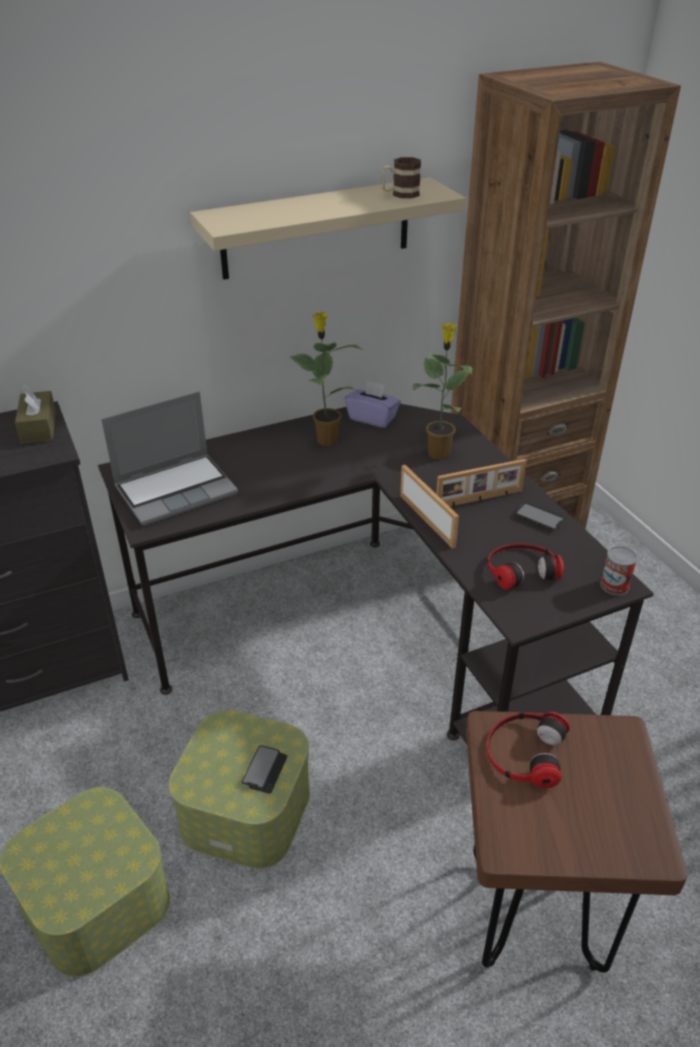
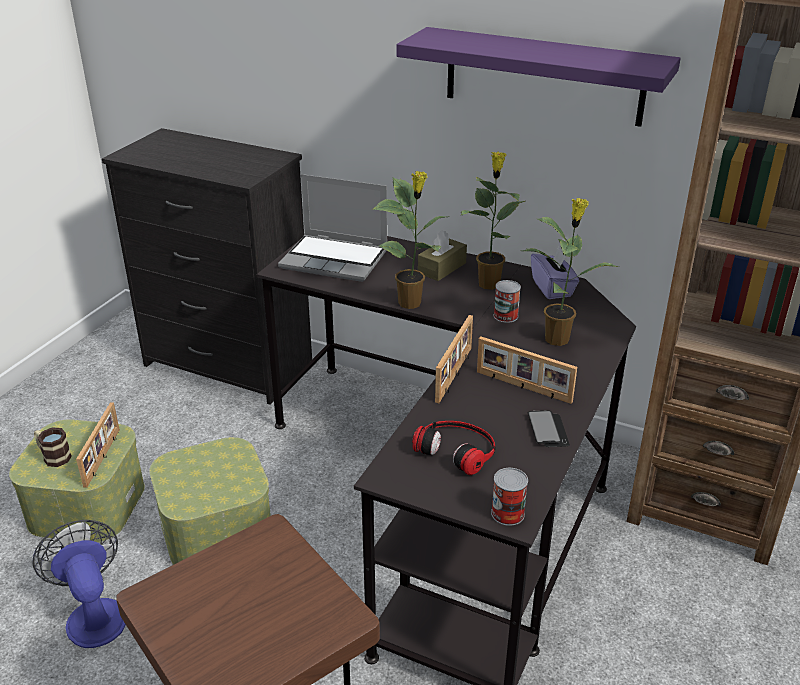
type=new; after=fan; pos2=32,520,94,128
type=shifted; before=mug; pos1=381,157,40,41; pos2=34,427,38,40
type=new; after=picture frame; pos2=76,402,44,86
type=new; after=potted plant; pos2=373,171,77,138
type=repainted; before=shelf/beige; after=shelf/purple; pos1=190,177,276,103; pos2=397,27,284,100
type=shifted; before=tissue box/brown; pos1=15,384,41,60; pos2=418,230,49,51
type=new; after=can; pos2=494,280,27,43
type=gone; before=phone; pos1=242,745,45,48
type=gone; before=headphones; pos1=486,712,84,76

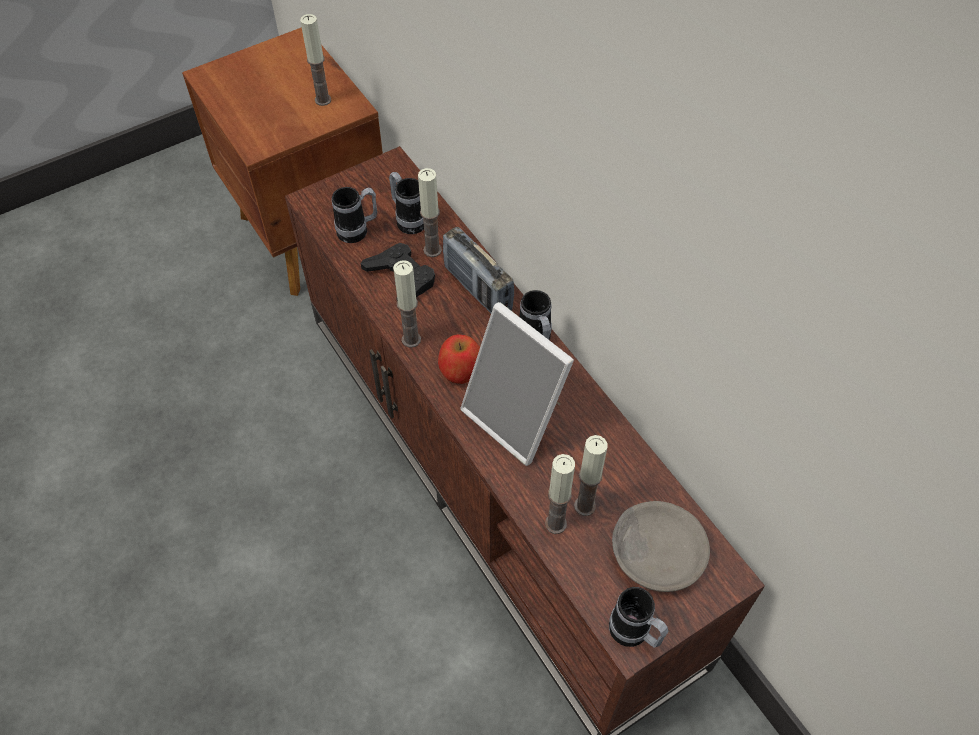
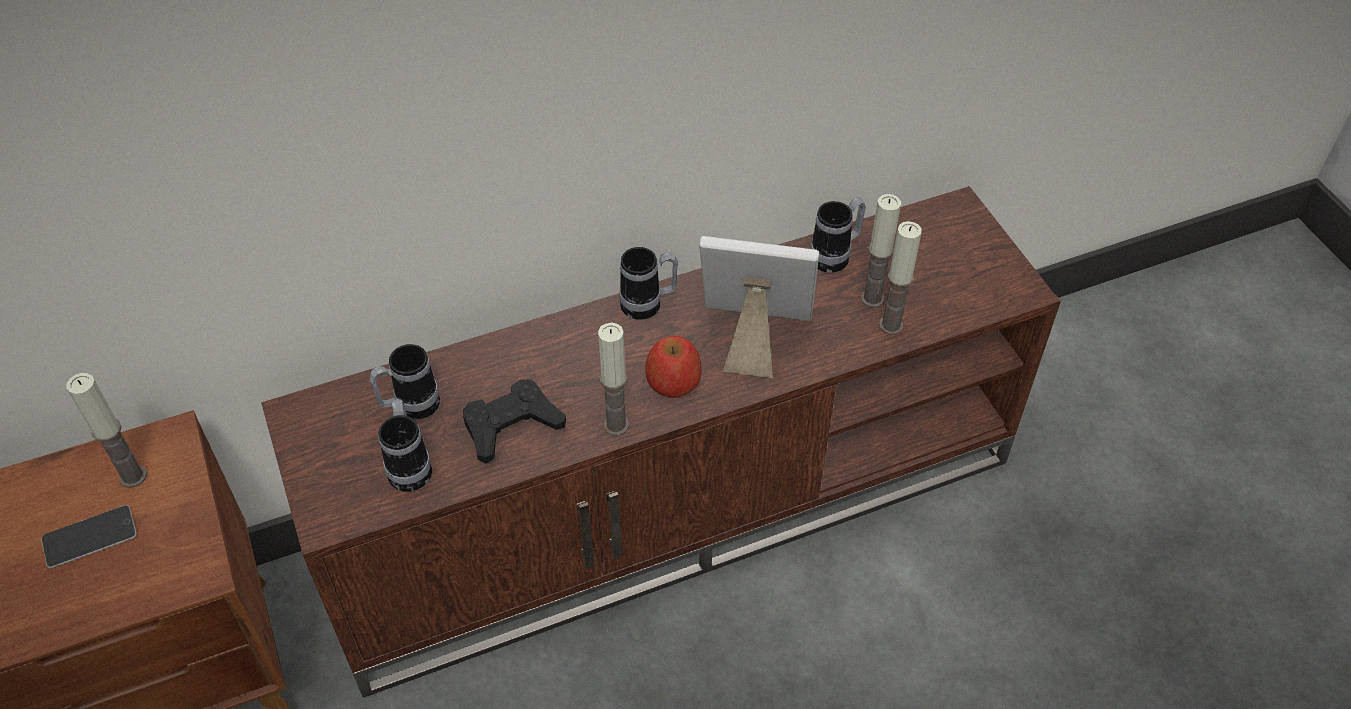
type=new; after=phone; pos2=41,505,96,63
type=rotated; before=picture frame; pos1=460,302,114,164; pos2=699,236,120,142; turn=-135
type=shifted; before=mug; pos1=609,587,60,61; pos2=810,197,56,76
type=gone; before=candle; pos1=418,168,24,89
type=gone; before=radio; pos1=443,227,71,87
type=gone; before=bowl/grey; pos1=612,501,98,91

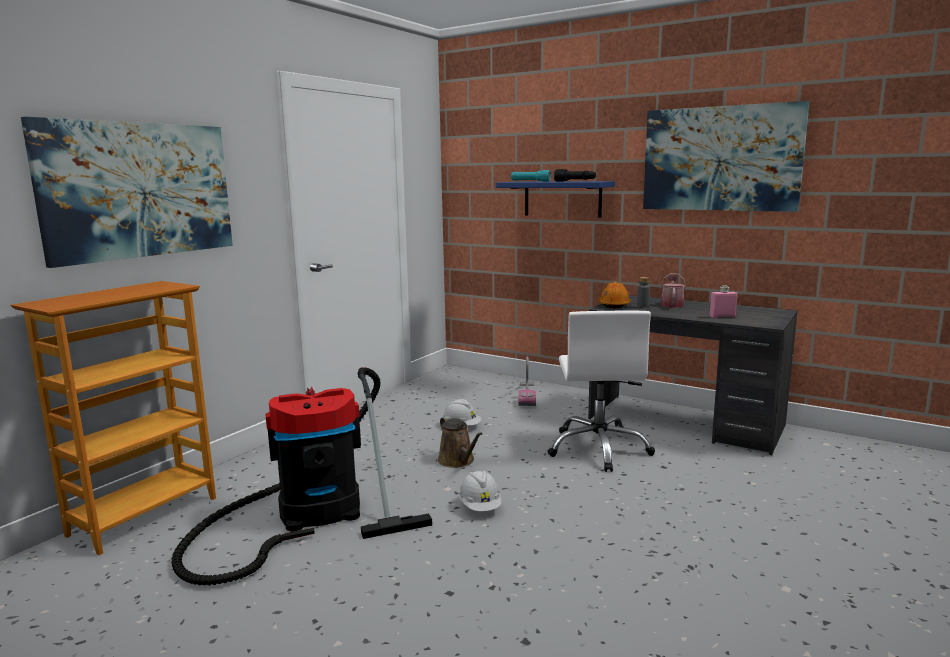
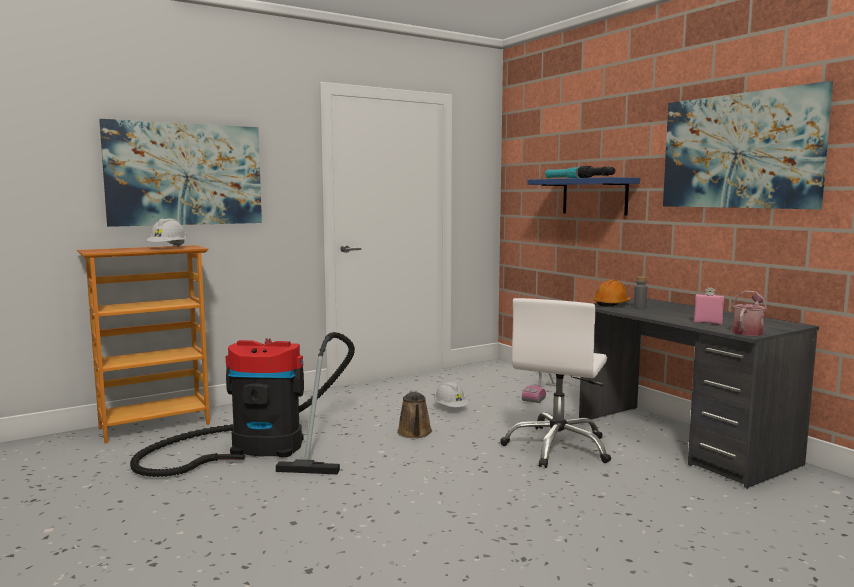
type=shifted; before=hard hat/white; pos1=459,470,42,41; pos2=146,219,41,28
type=shifted; before=watering can; pos1=661,273,25,35; pos2=732,290,35,46

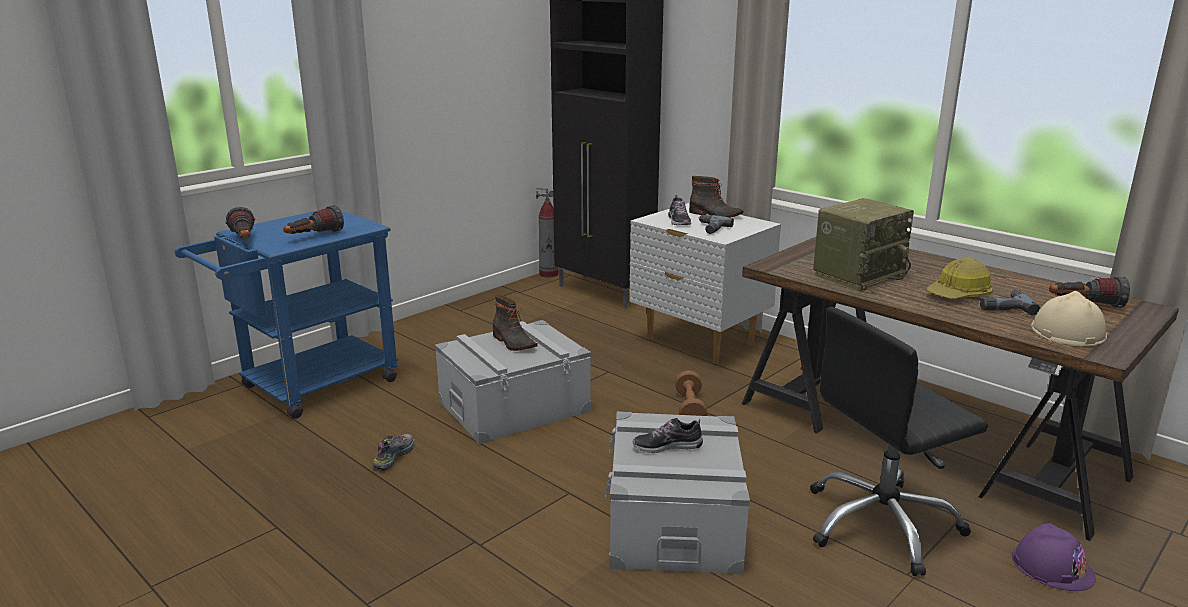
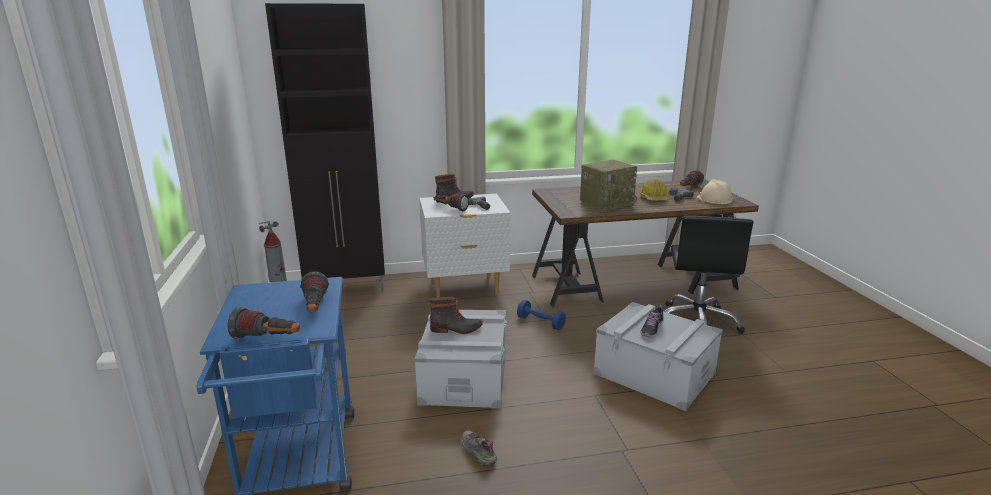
type=swapped; before=shoe; after=flashlight; pos1=668,195,23,30; pos2=434,194,35,17
type=repainted; before=dumbbell/brown; after=dumbbell/blue; pos1=675,370,32,46; pos2=517,300,49,30
type=rotated; before=radio; pos1=813,198,101,93; pos2=580,160,57,52; turn=60
type=gone; before=hard hat/purple; pos1=1012,523,84,68

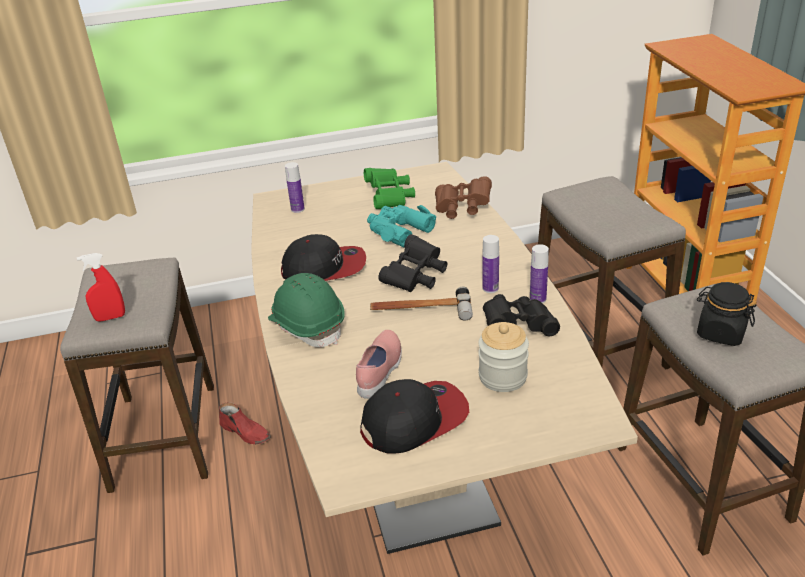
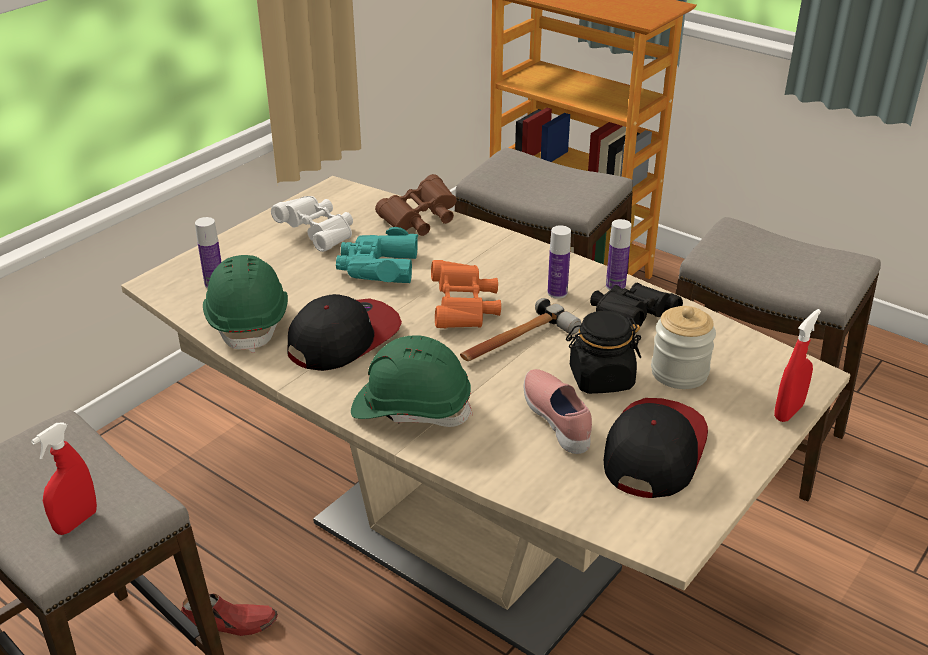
type=new; after=hard hat/green; pos2=203,255,85,98
type=repainted; before=binoculars/green; after=binoculars/white; pos1=364,168,51,41; pos2=271,196,82,56
type=repainted; before=binoculars/black; after=binoculars/orange; pos1=378,234,69,58; pos2=431,260,70,68
type=shifted; before=jar/black; pos1=697,282,60,64; pos2=566,311,75,83
type=new; after=spray bottle/red; pos2=774,309,47,113

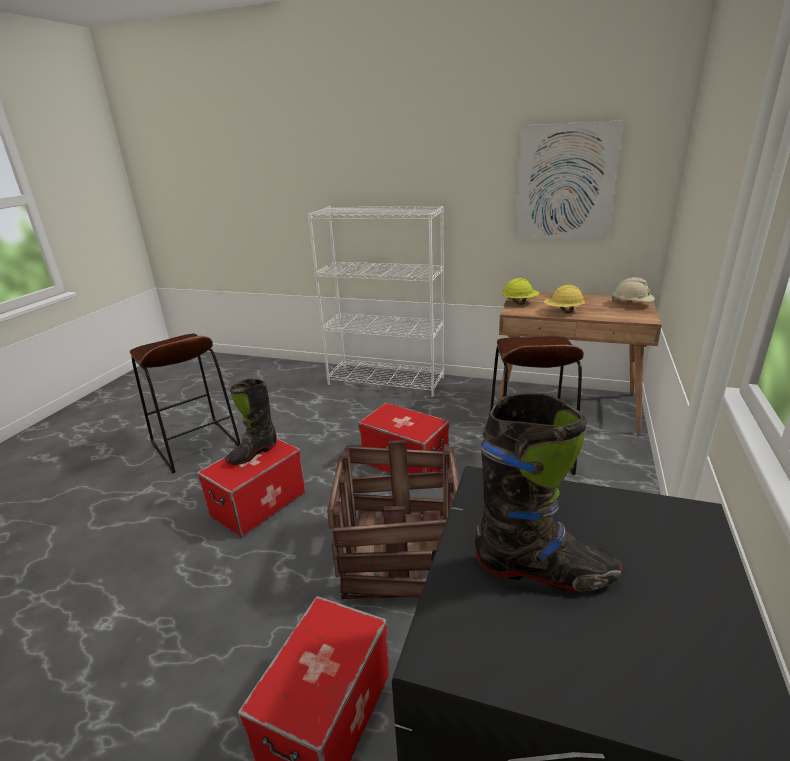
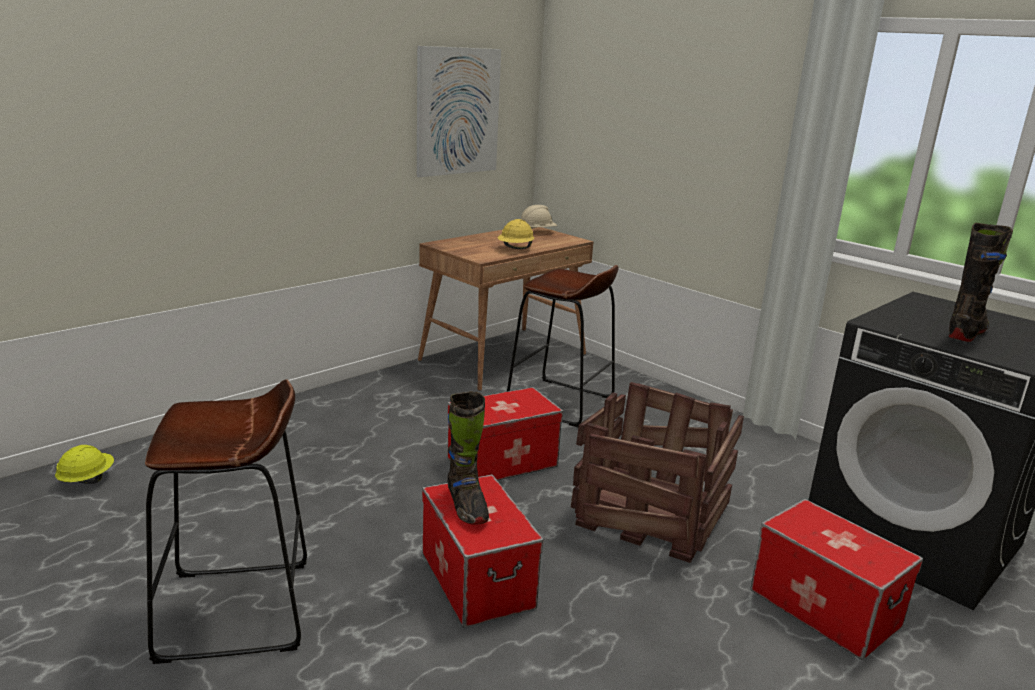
type=shifted; before=hard hat/yellow; pos1=502,278,37,27; pos2=55,445,59,39
type=gone; before=bookcase/white; pos1=308,206,136,191

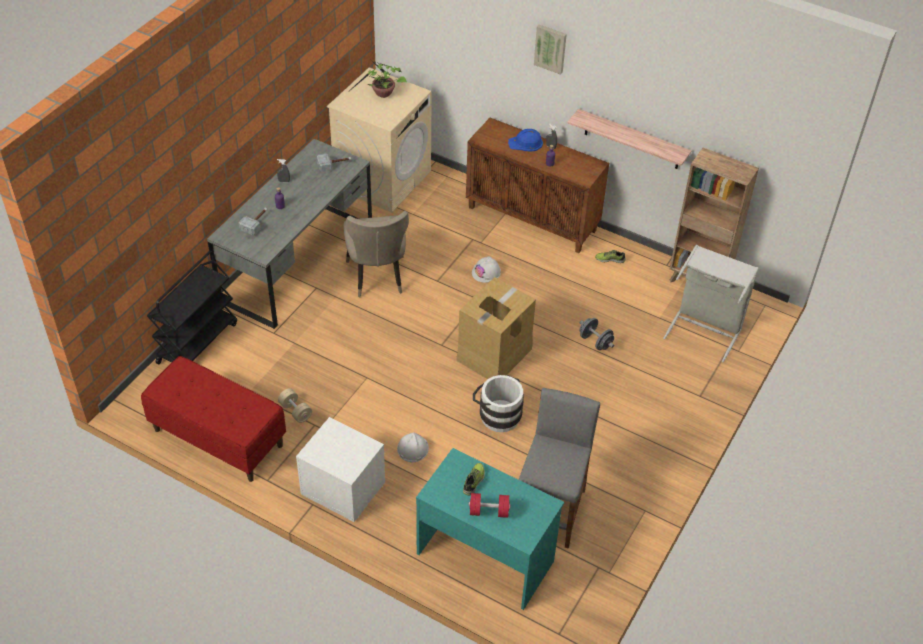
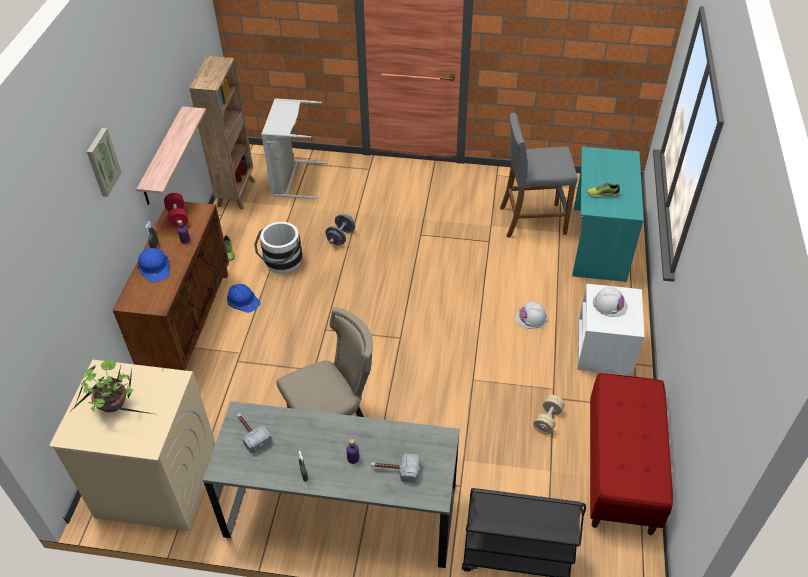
type=shifted; before=dumbbell/red; pos1=469,493,41,25; pos2=164,193,24,35
type=new; after=hard hat/blue; pos2=227,284,34,29
type=shifted; before=bucket/white; pos1=473,375,51,57; pos2=254,222,48,52
type=shifted; before=hard hat/white; pos1=472,257,29,26; pos2=593,287,35,30
type=gone; before=cardboard box; pos1=456,277,80,102

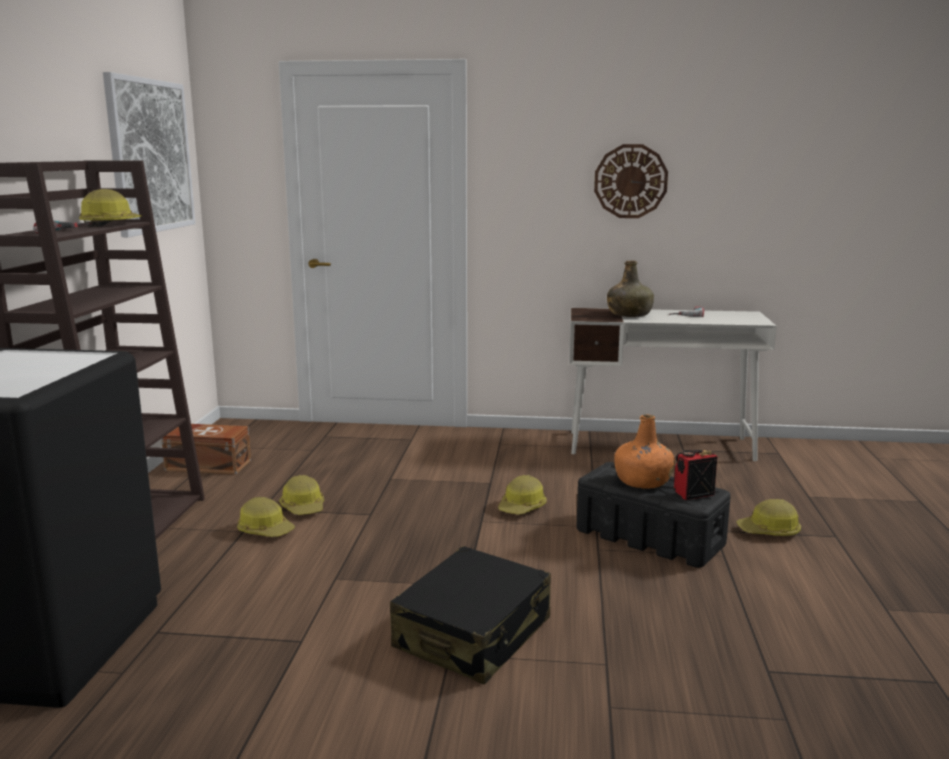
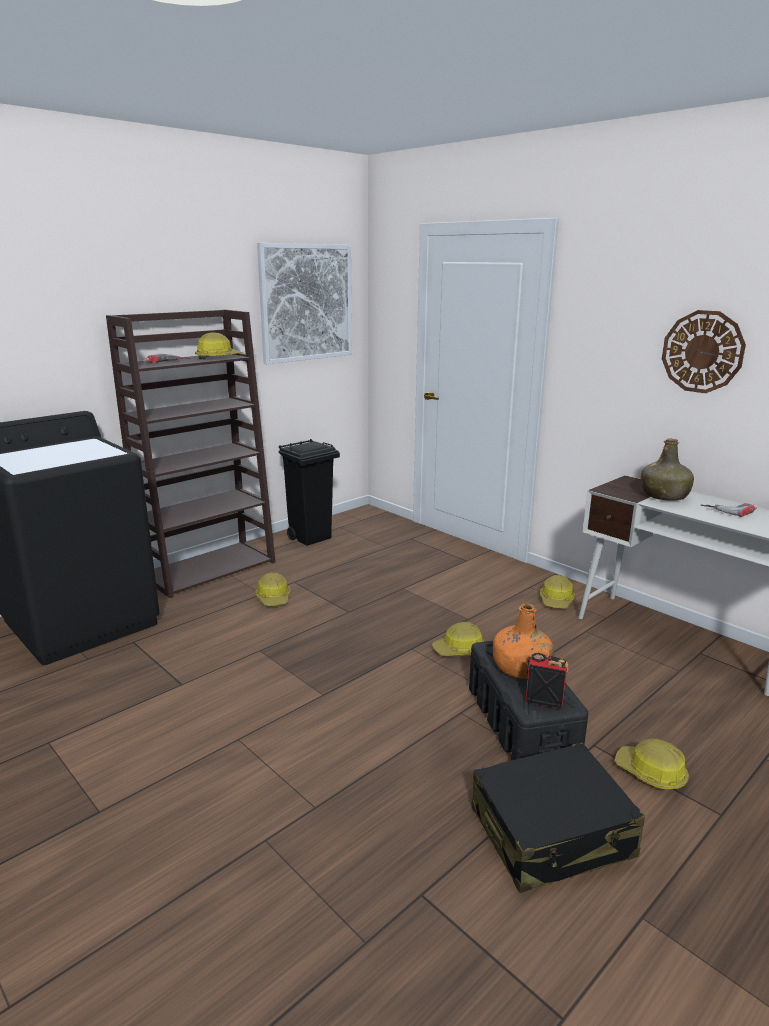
type=swapped; before=storage box/brown; after=trash can/black; pos1=161,424,90,50; pos2=279,439,61,107
type=shifted; before=suitcase/black; pos1=390,546,161,138; pos2=471,743,174,150
type=shifted; before=hard hat; pos1=279,475,45,40; pos2=540,575,35,33

